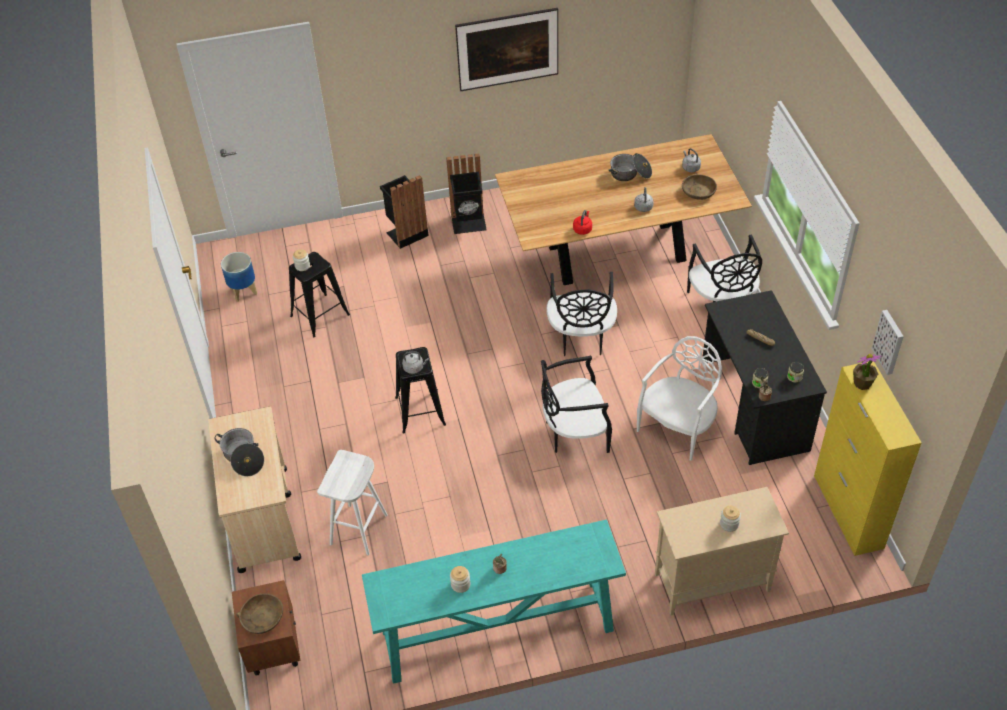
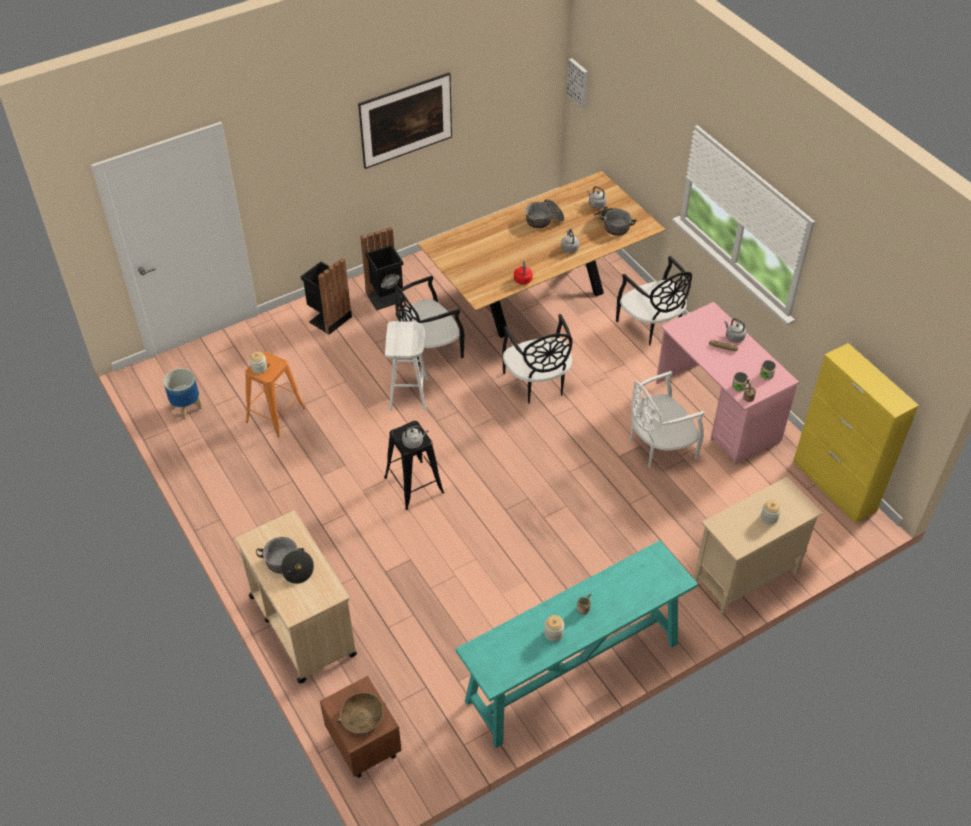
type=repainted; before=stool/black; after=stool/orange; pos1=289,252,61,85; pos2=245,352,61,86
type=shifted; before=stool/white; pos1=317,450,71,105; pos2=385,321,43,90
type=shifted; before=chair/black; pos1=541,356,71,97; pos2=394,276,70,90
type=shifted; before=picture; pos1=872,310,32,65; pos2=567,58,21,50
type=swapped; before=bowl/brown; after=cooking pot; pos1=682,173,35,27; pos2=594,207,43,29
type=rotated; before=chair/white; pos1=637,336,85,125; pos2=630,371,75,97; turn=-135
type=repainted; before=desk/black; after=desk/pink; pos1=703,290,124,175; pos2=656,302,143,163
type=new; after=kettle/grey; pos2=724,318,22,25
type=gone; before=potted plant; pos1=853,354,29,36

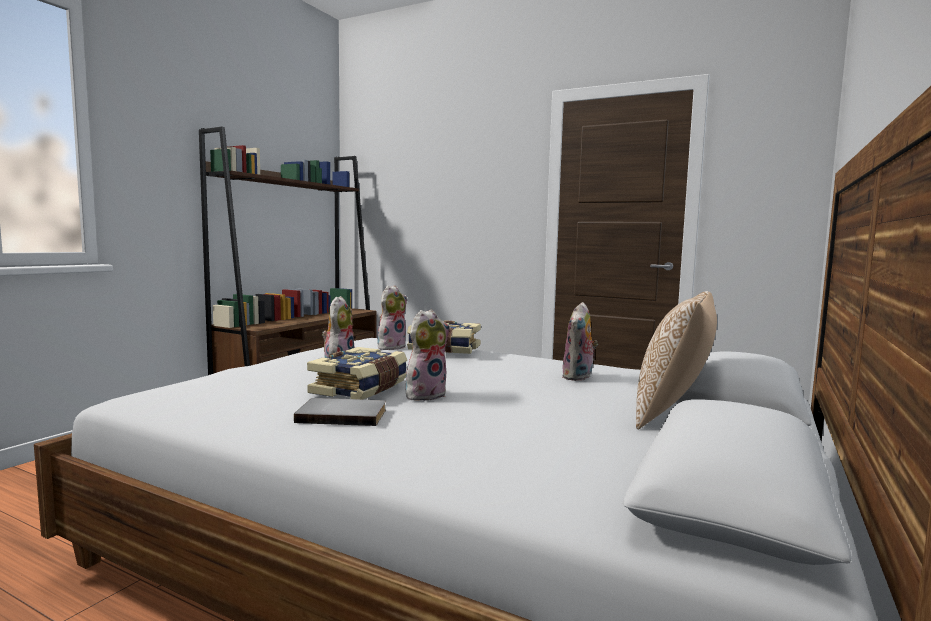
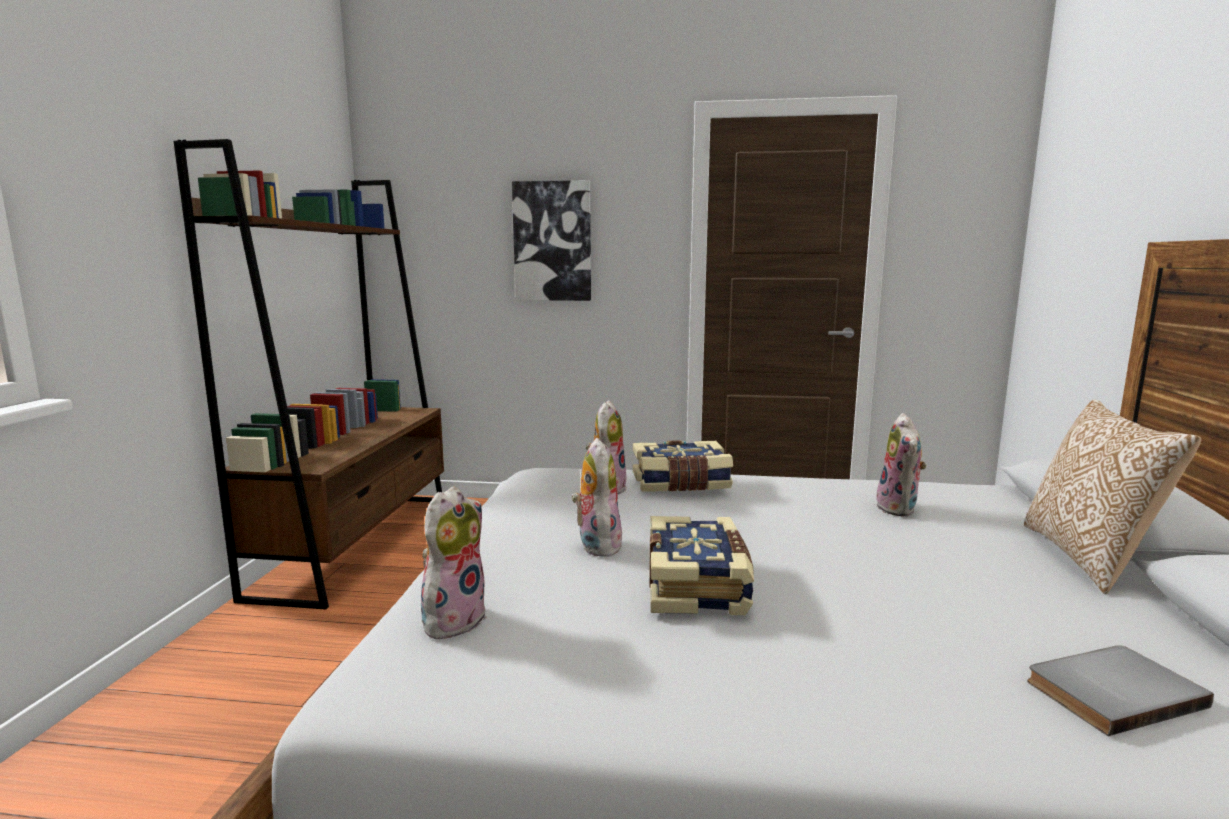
type=shifted; before=plush toy; pos1=406,310,44,92; pos2=421,486,66,154
type=new; after=picture; pos2=512,180,79,121
type=shifted; before=book/grey; pos1=294,398,92,28; pos2=1027,645,187,91

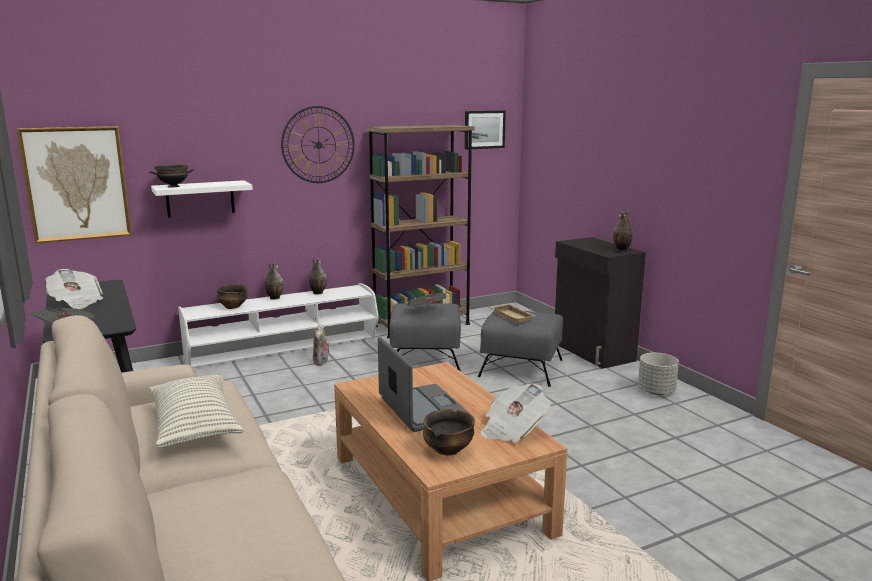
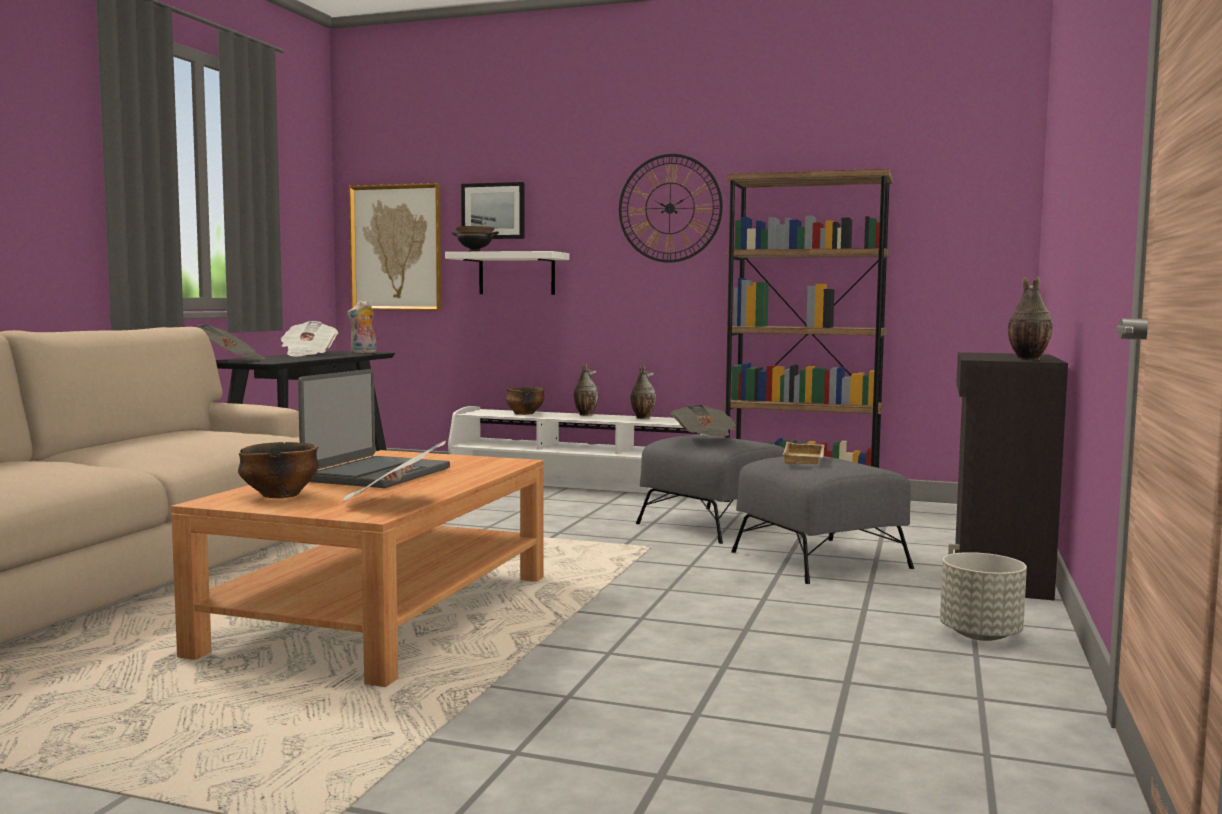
type=shifted; before=plush toy; pos1=313,324,17,41; pos2=347,300,29,54
type=shifted; before=picture; pos1=465,110,41,40; pos2=461,182,64,57
type=gone; before=pillow; pos1=149,374,94,73

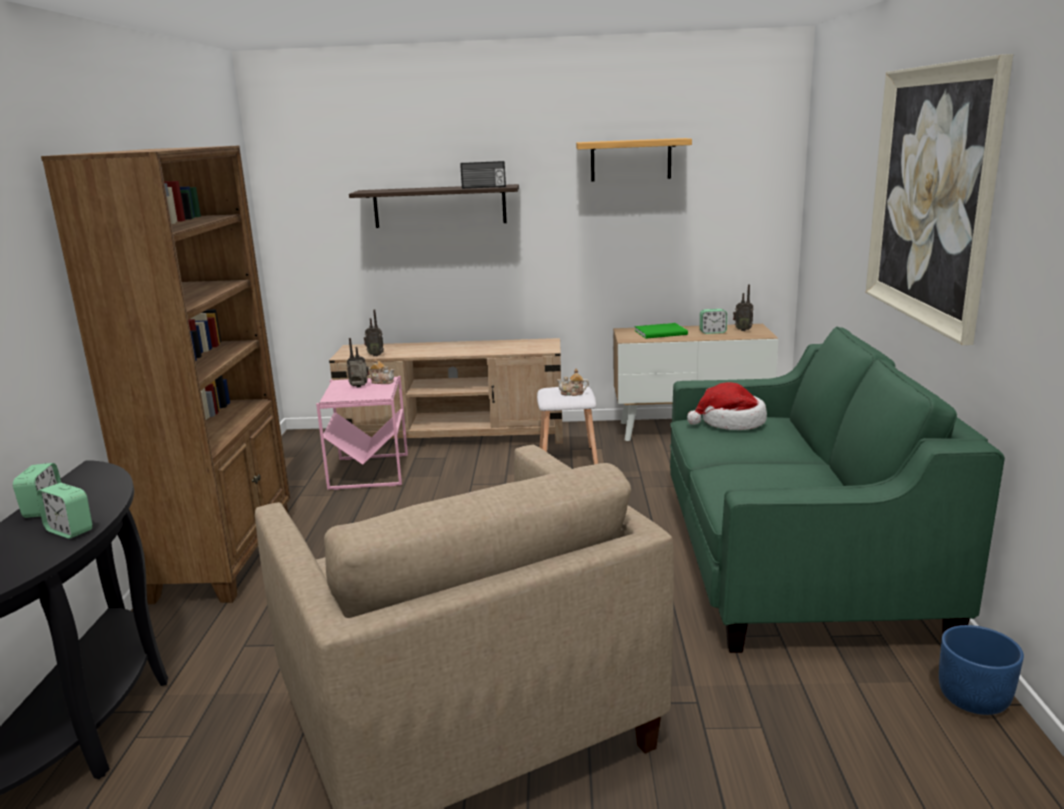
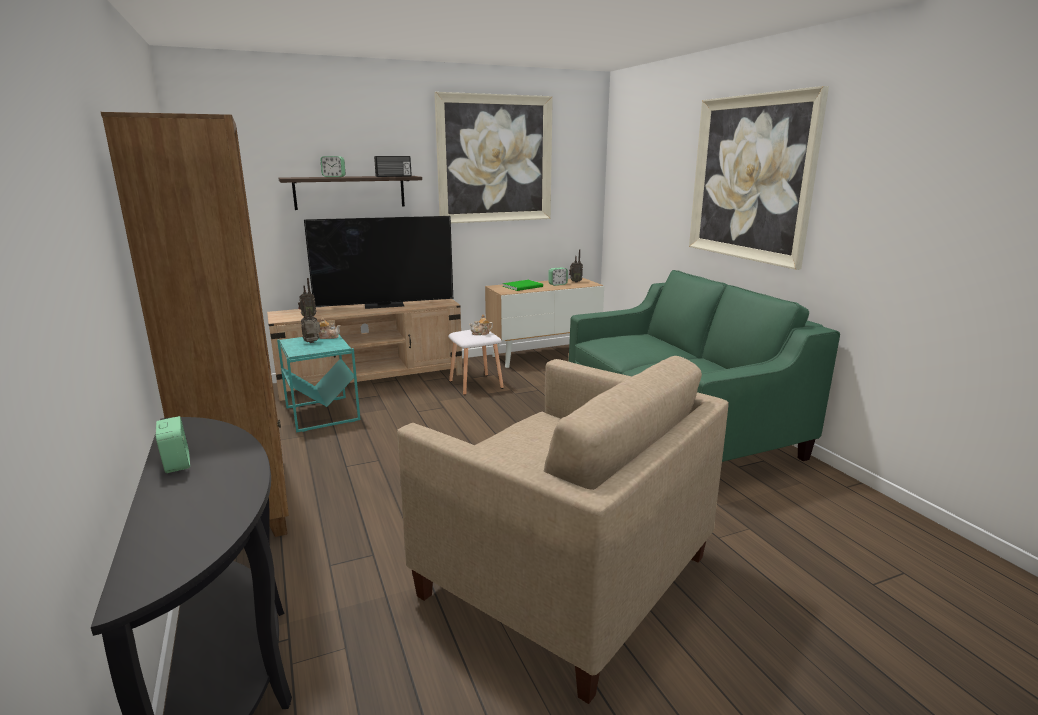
type=repainted; before=side table/pink; after=side table/turquoise; pos1=316,376,92,114; pos2=277,334,83,98
type=new; after=television; pos2=304,216,149,93
type=shifted; before=alarm clock; pos1=37,483,56,56; pos2=320,156,25,21
type=swapped; before=shelf; after=picture; pos1=576,138,116,44; pos2=434,92,119,131
type=gone; before=hat; pos1=687,382,80,48
type=gone; before=planter/blue; pos1=939,625,85,90

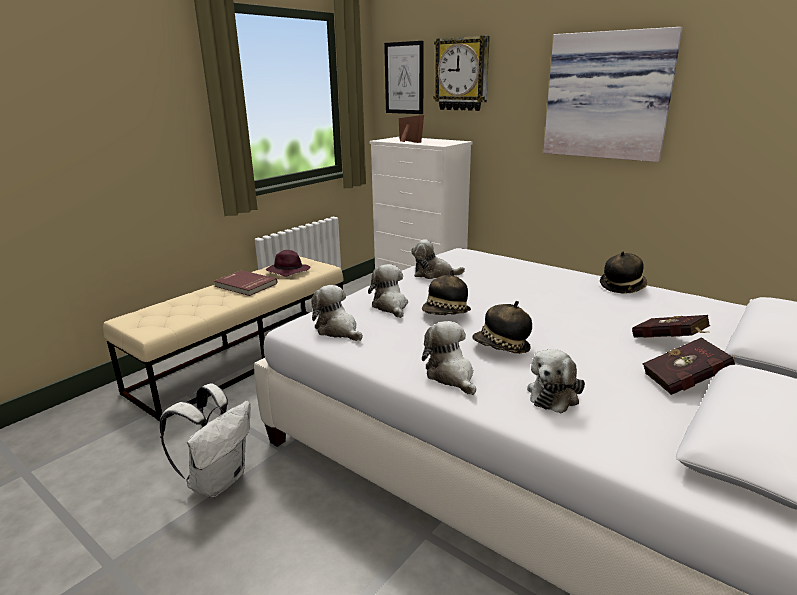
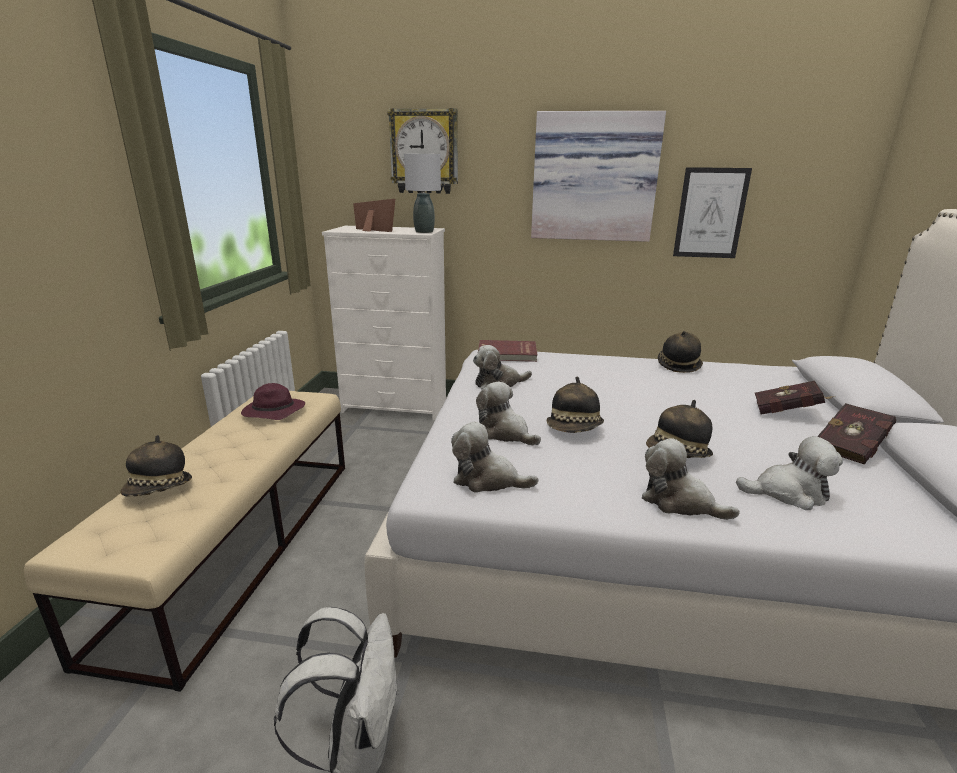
type=new; after=hat; pos2=120,435,72,62
type=new; after=table lamp/grey; pos2=404,154,37,79
type=shifted; before=book/red; pos1=214,270,63,26; pos2=478,340,59,22
type=shifted; before=picture; pos1=384,41,40,73; pos2=673,167,79,91
type=rotated; before=plush toy; pos1=527,349,58,64; pos2=736,436,107,74; turn=-90

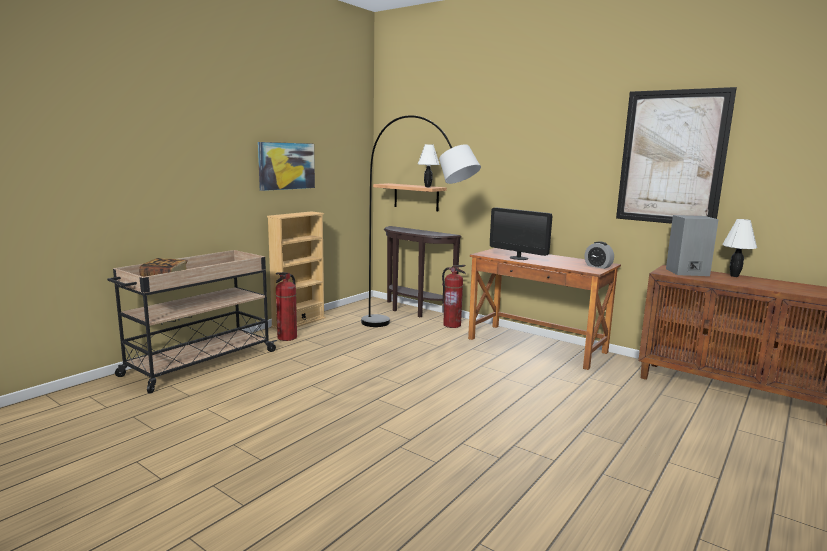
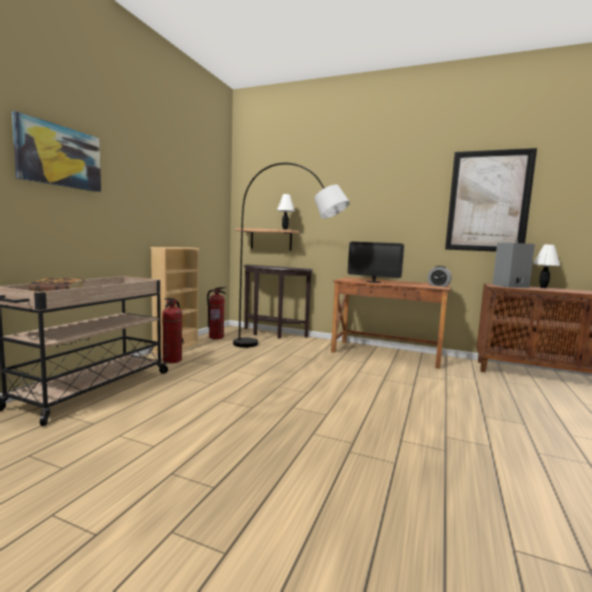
type=shifted; before=picture; pos1=258,142,57,49; pos2=12,111,89,81
type=shifted; before=fire extinguisher; pos1=442,265,24,63; pos2=207,287,19,52

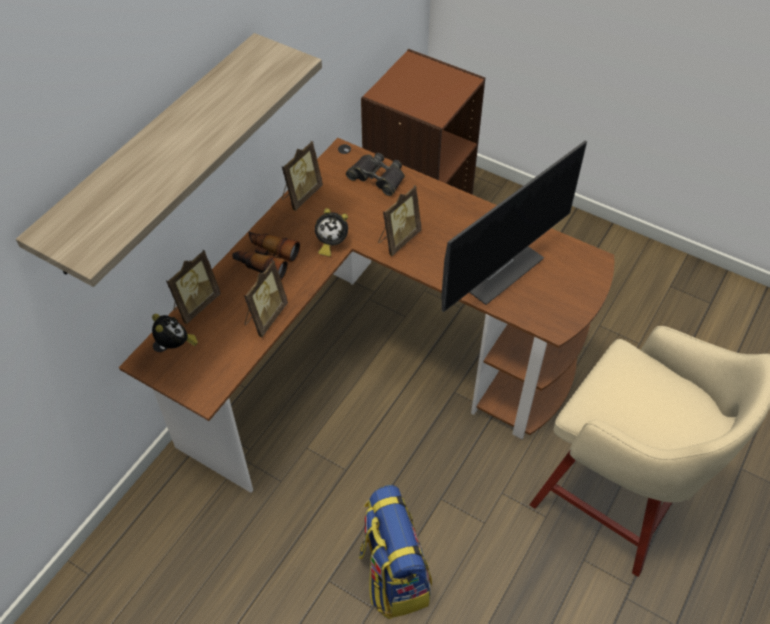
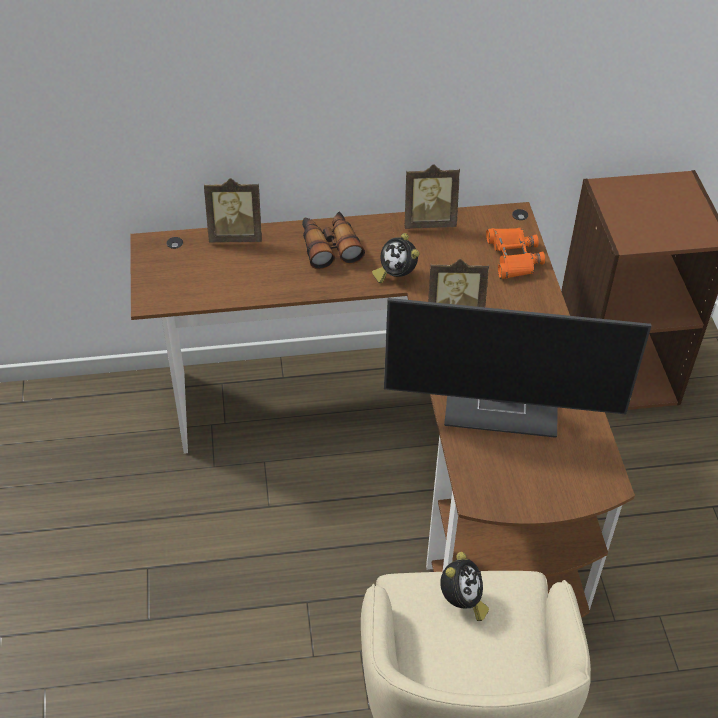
type=shifted; before=alarm clock; pos1=152,314,46,35; pos2=440,552,49,69
type=repainted; before=binoculars/black; after=binoculars/orange; pos1=346,153,59,43; pos2=486,228,59,51
type=gone; before=shelf; pos1=16,33,306,254
type=gone; before=picture frame; pos1=244,260,44,77
type=gone; before=backpack; pos1=358,485,74,134

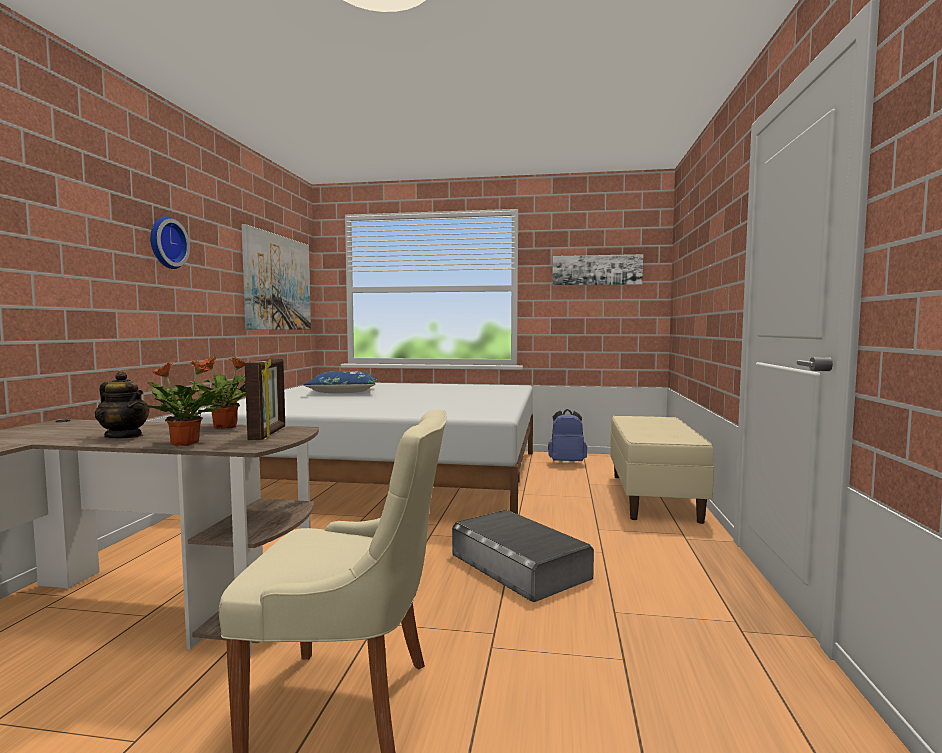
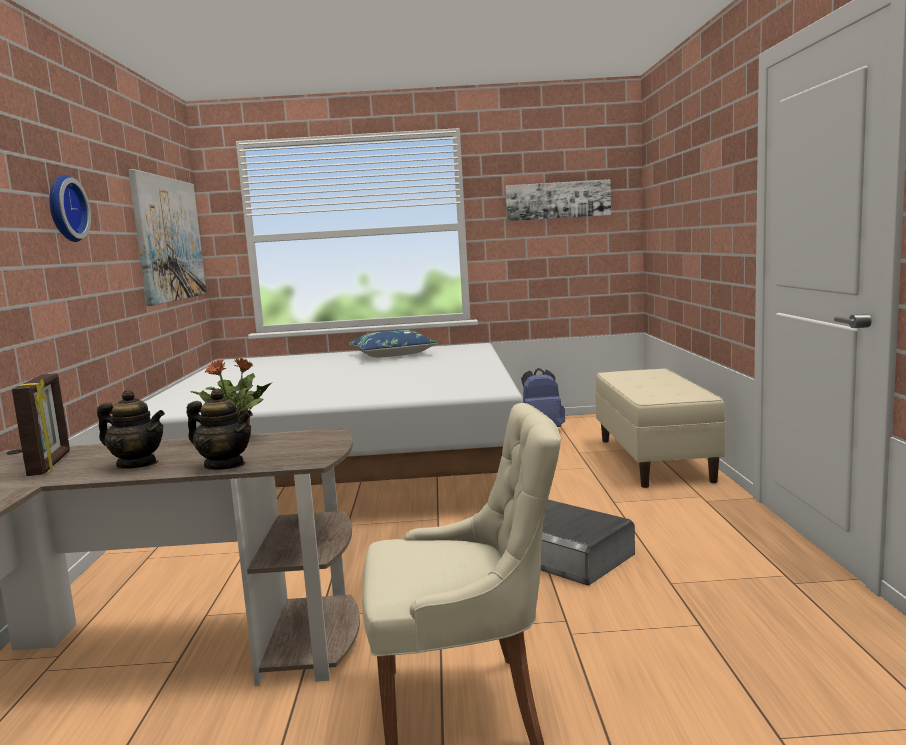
type=shifted; before=picture frame; pos1=245,358,40,82; pos2=12,373,58,103
type=swapped; before=potted plant; after=teapot; pos1=140,360,81,86; pos2=187,388,66,82
type=shifted; before=pillow/blue; pos1=303,371,74,22; pos2=348,330,90,27

